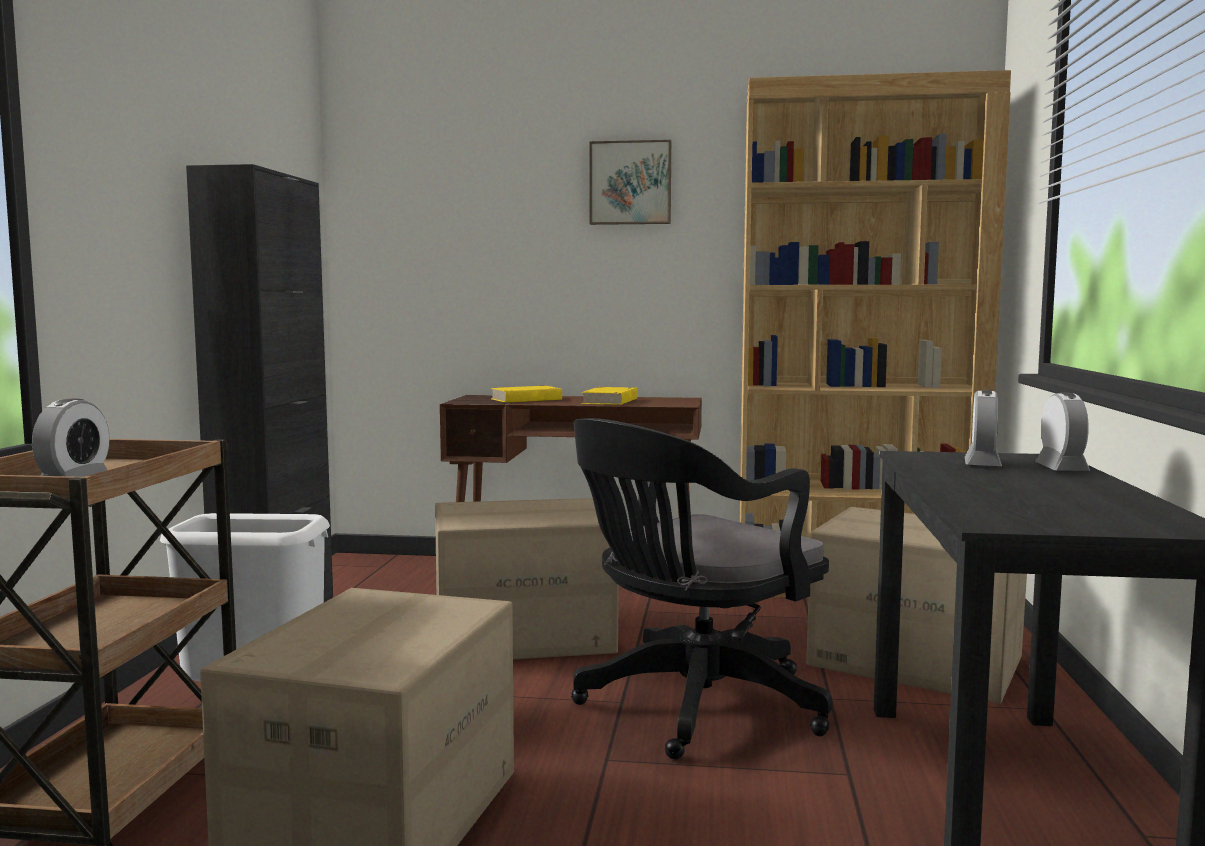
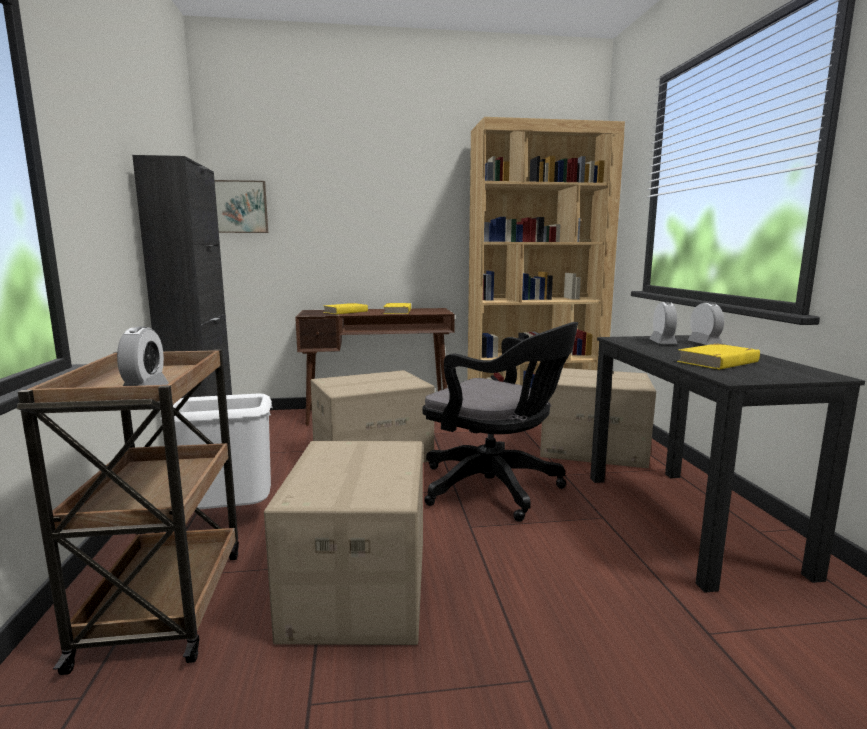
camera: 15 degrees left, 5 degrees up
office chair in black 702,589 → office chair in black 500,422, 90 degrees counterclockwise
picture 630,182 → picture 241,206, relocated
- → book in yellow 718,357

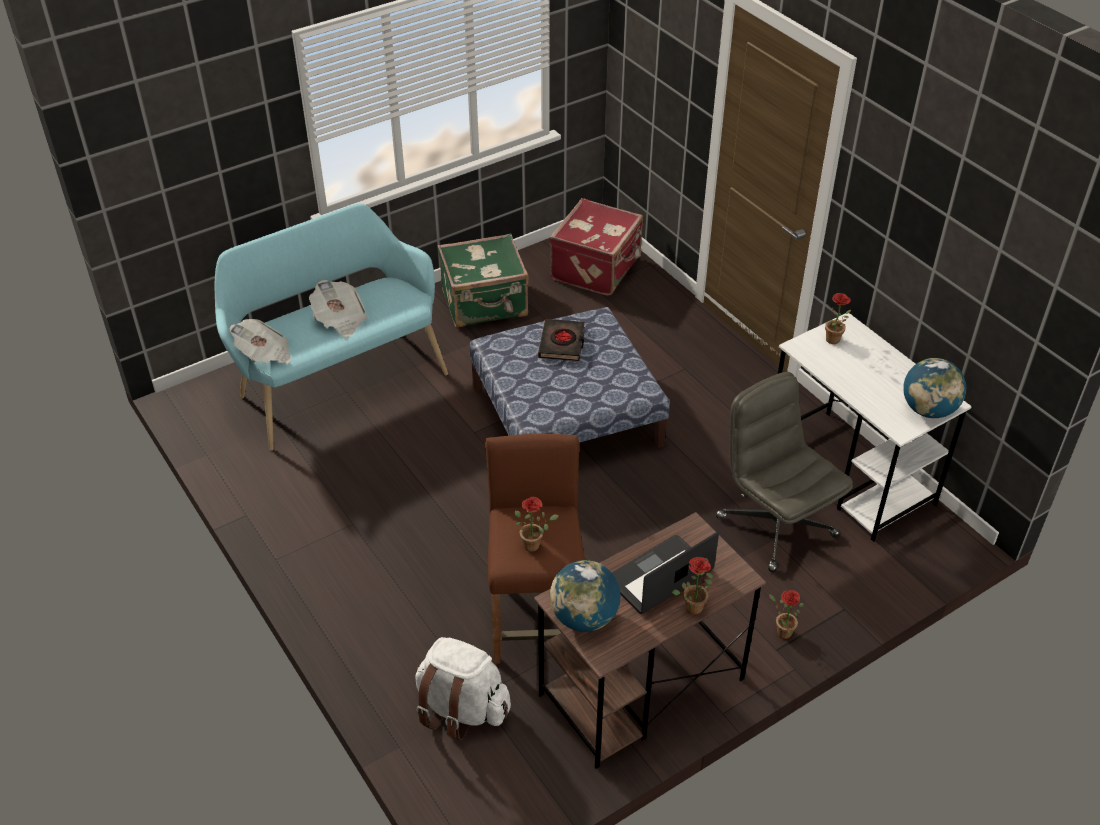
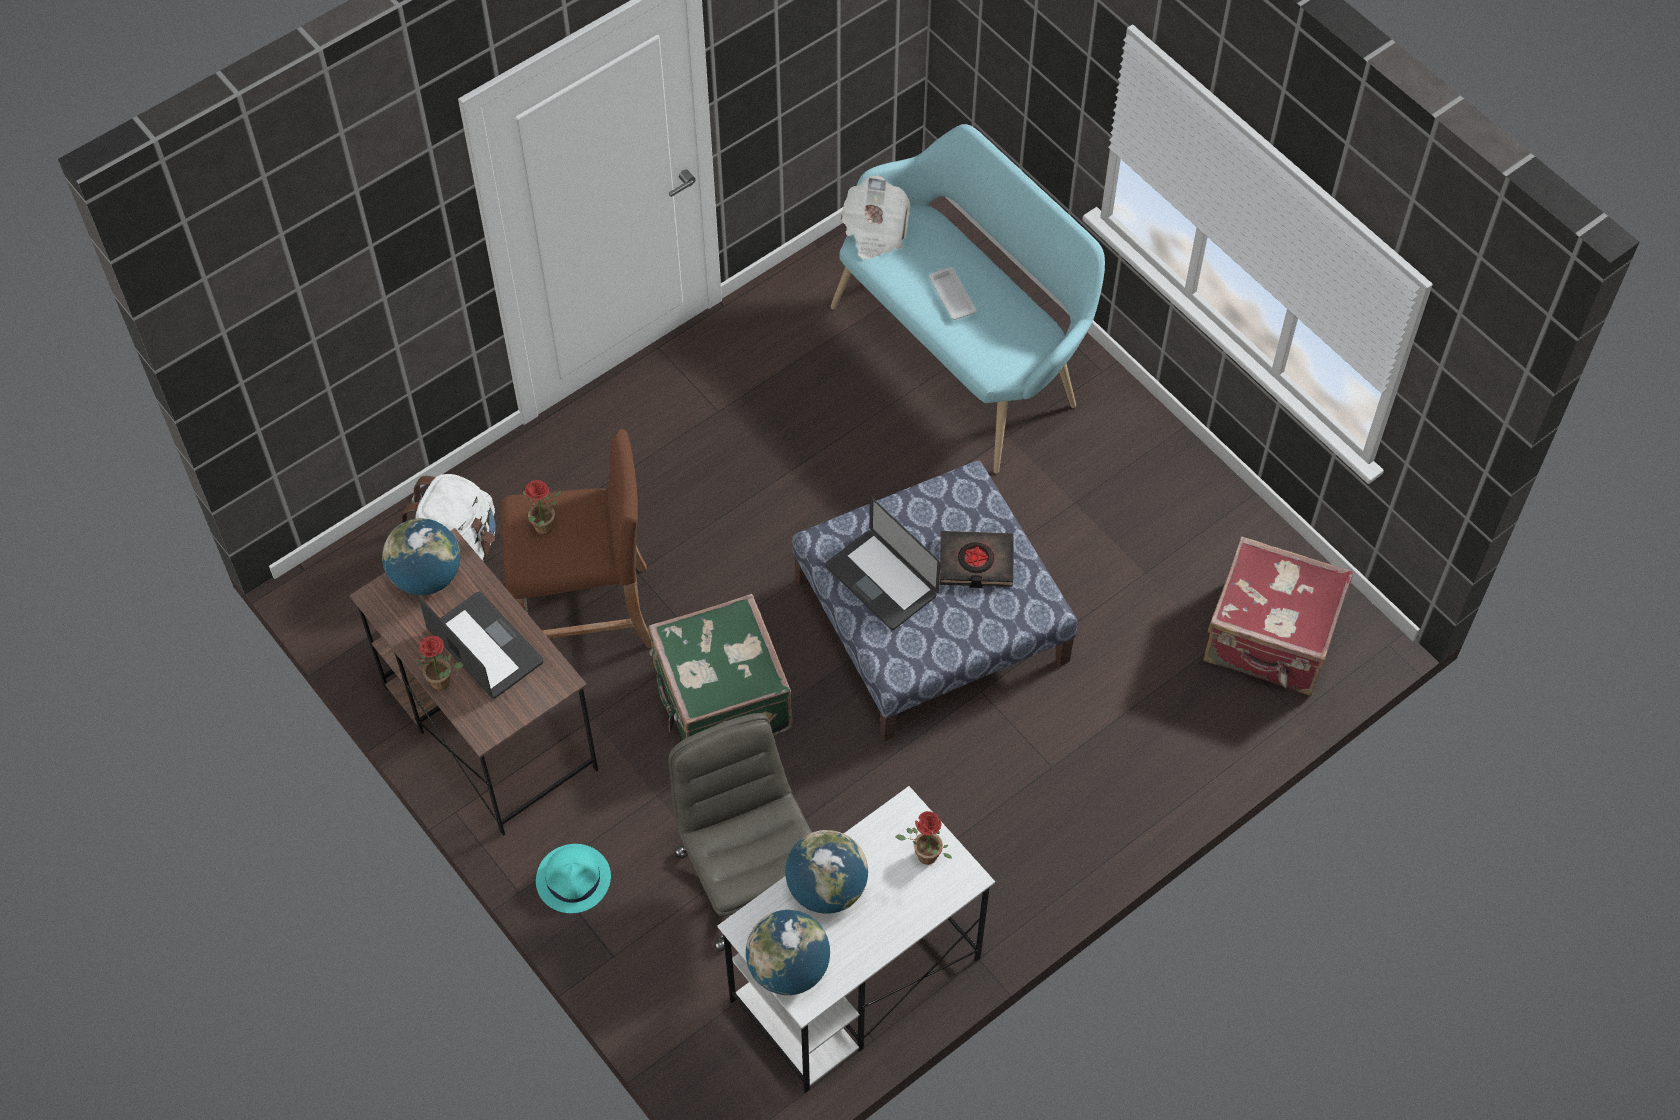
camera: 85 degrees right, 15 degrees up
newspaper 338,308 → tray in white 953,293
suitcase in green 483,280 → suitcase in green 720,667, relocated
office chair in grey 784,472 → office chair in grey 740,832, 75 degrees counterclockwise
potted plant 786,614 → hat in turquoise 573,878
- → globe 826,872
- → laptop 883,563

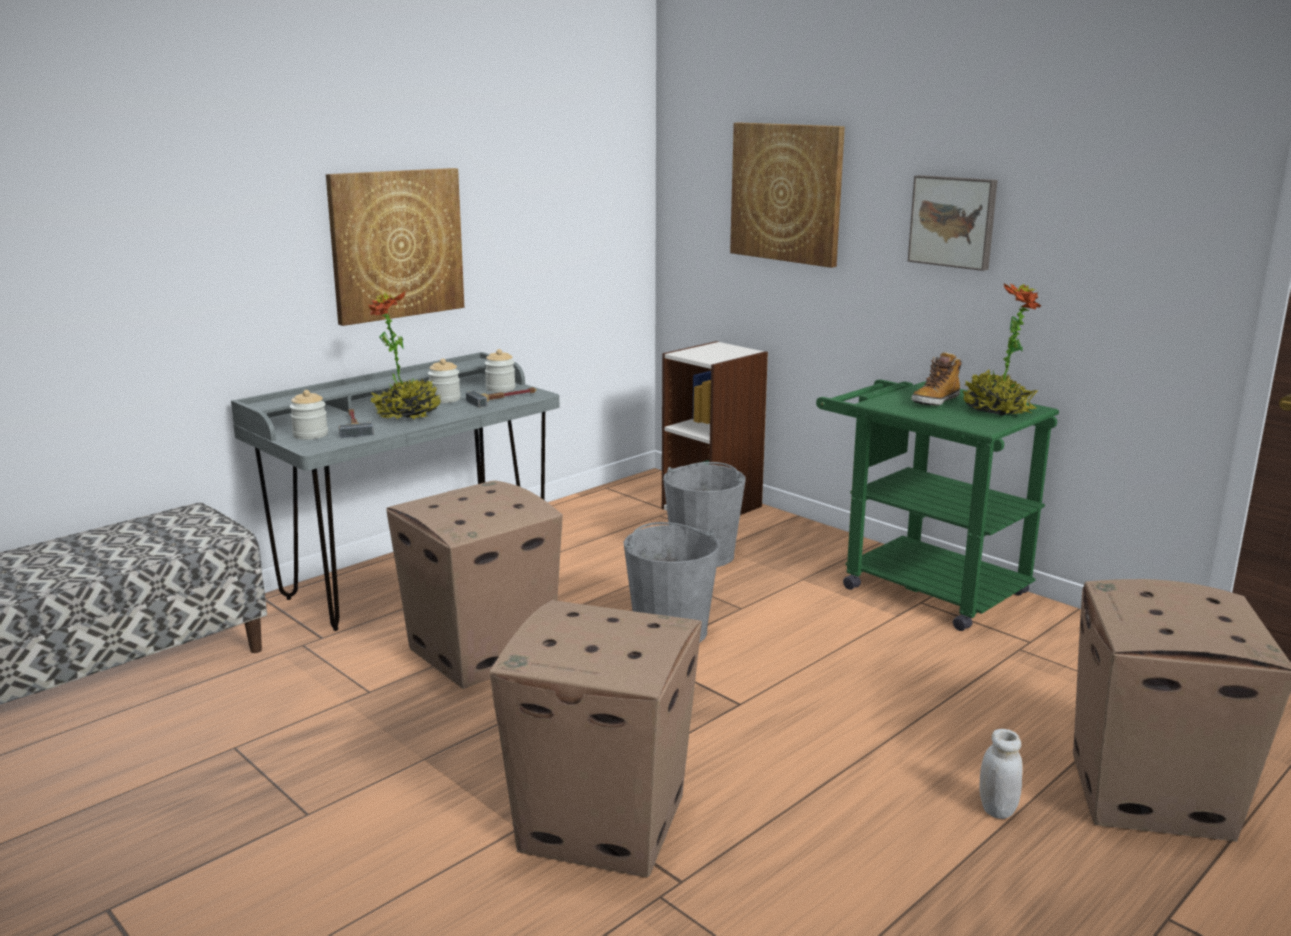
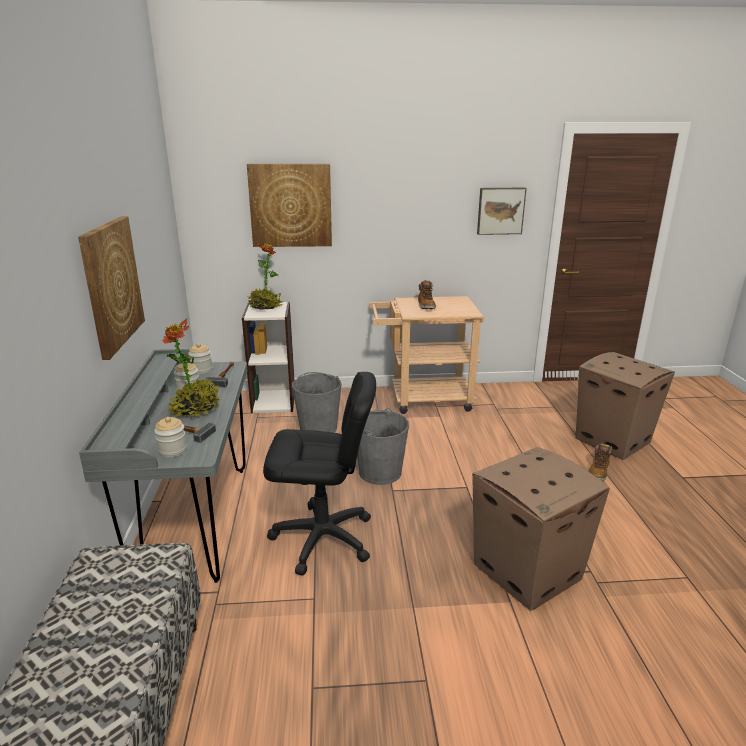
camera: 50 degrees left, 5 degrees up
cardboard box 474,584 → office chair in black 319,473
cart in green 937,505 → cart in beige 426,355
picture 953,223 → picture 502,211, relocated
potted plant 1002,349 → potted plant 265,276, relocated
jar in white 1001,774 → boot 600,462

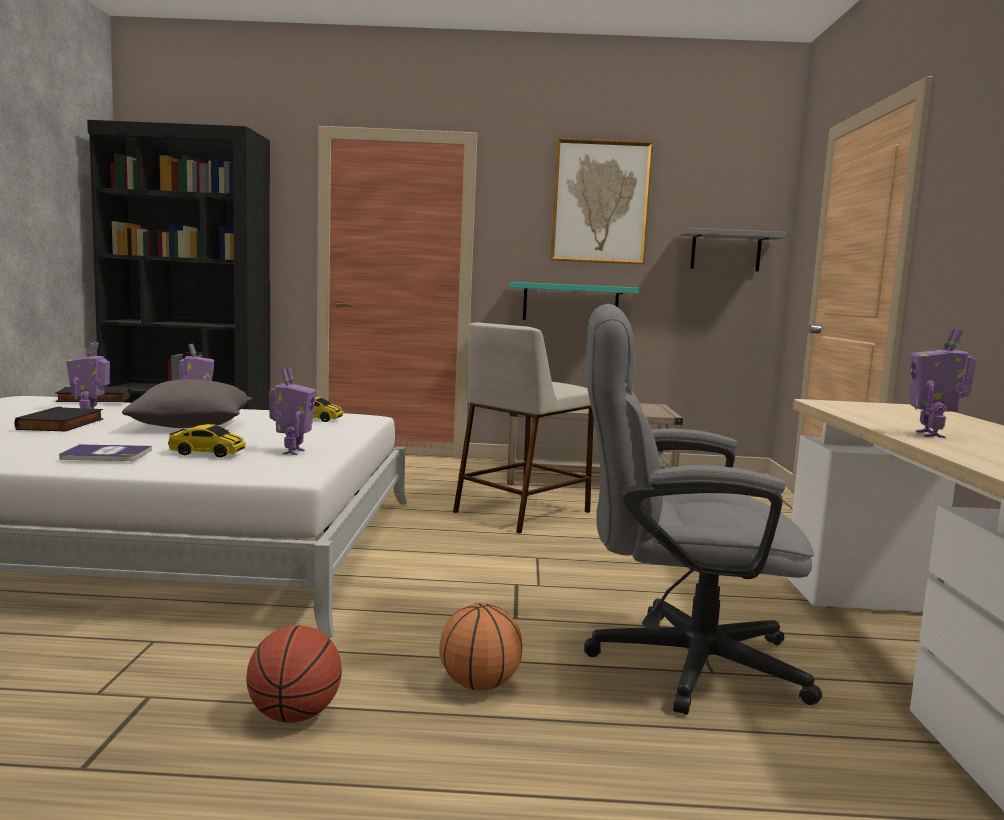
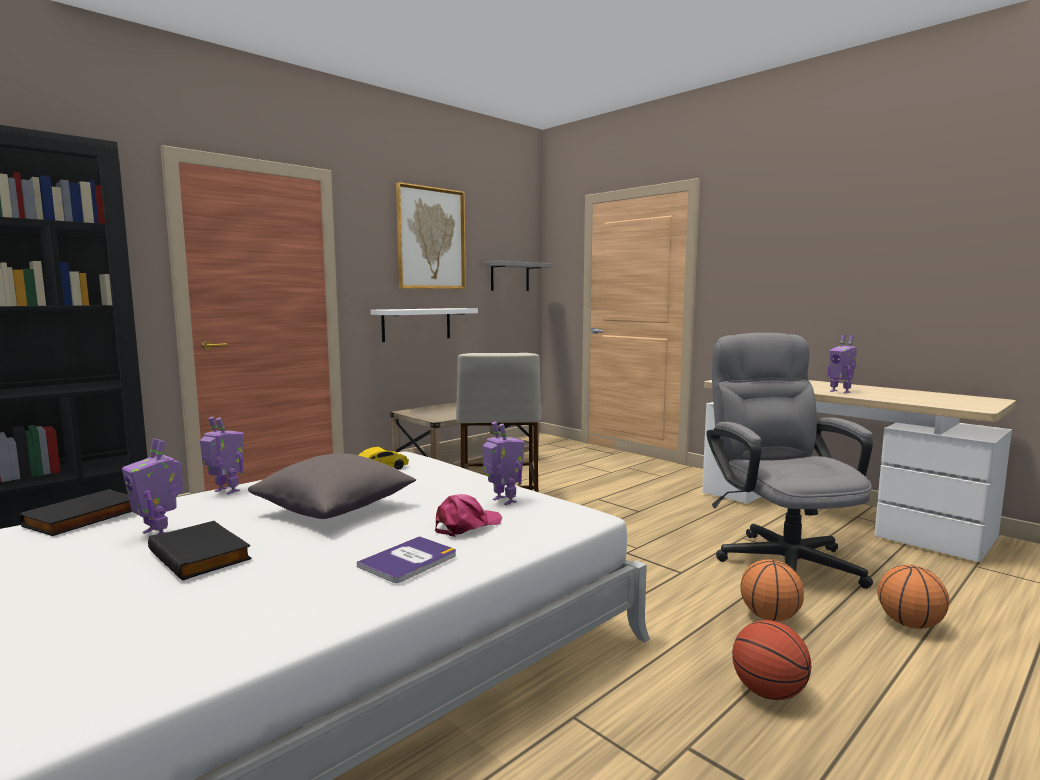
camera: 45 degrees left, 0 degrees up
toy car 207,441 → cap in pink 469,515
shelf in turquoise 574,301 → shelf in white 424,325
office chair in grey 703,509 → office chair in grey 789,461, 120 degrees clockwise
- → basketball 913,597

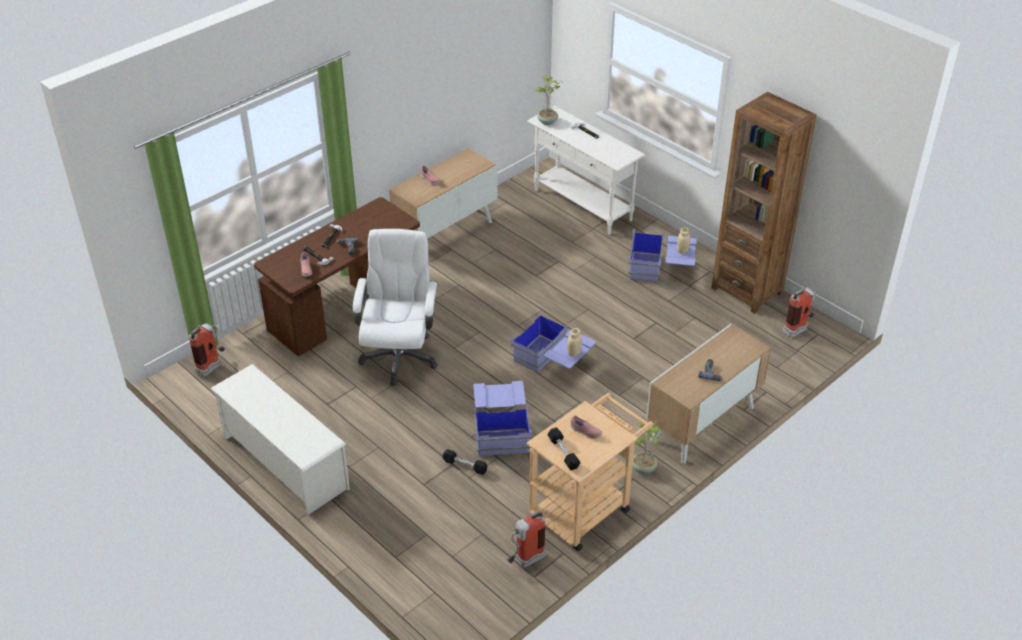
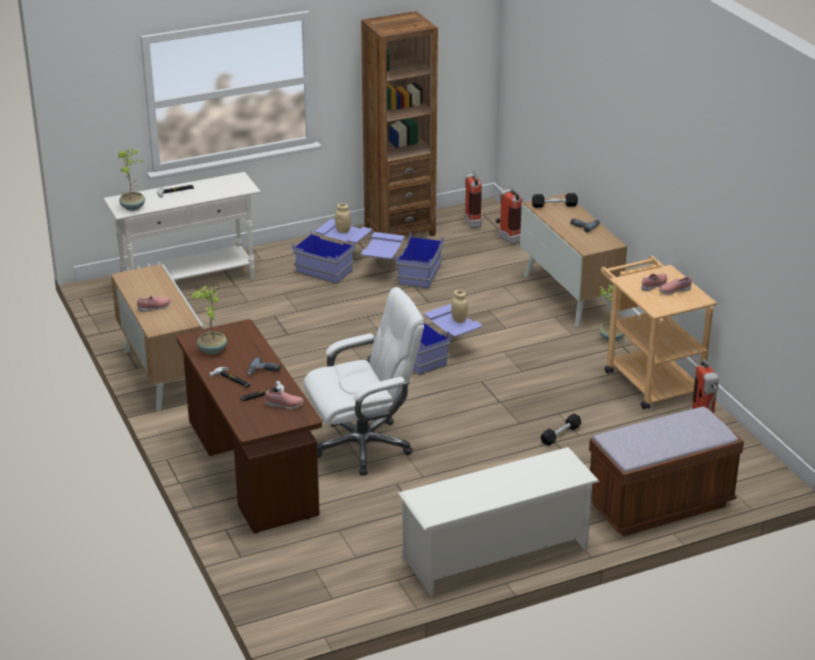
camera: 70 degrees left, 10 degrees down
fire extinguisher 207,350 → fire extinguisher 509,215, relocated
office chair in white 395,307 → office chair in white 363,381, 135 degrees clockwise
storage box in blue 502,418 → storage box in blue 402,260, relocated
dumbbell in black 564,449 → dumbbell in black 555,200, relocated
- → potted plant 208,320
- → bench in brown 666,472
- → shoe in pink 675,285

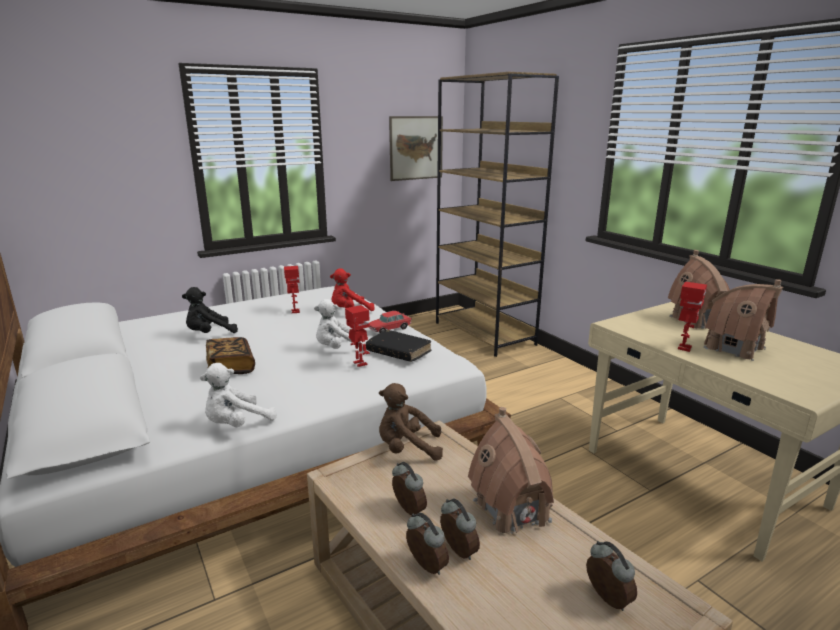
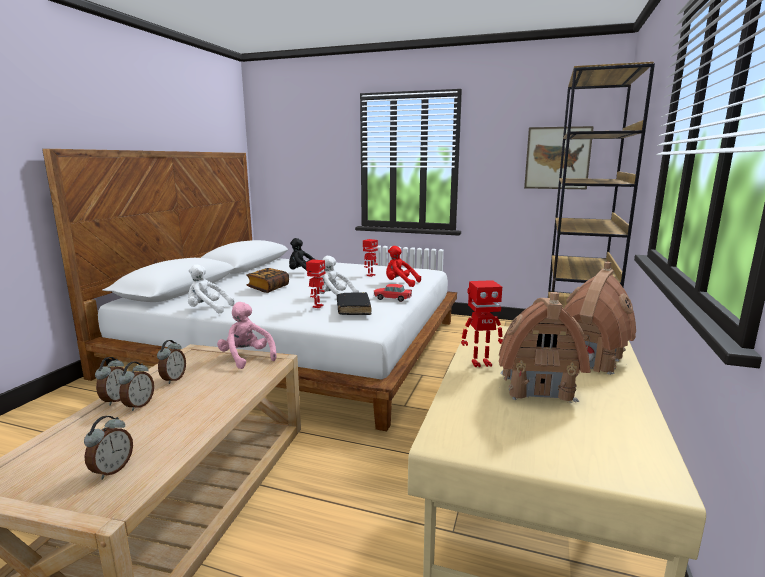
camera: 50 degrees right, 5 degrees down
plush toy in brown 411,422 → plush toy in pink 247,335
toy house 511,470 → -

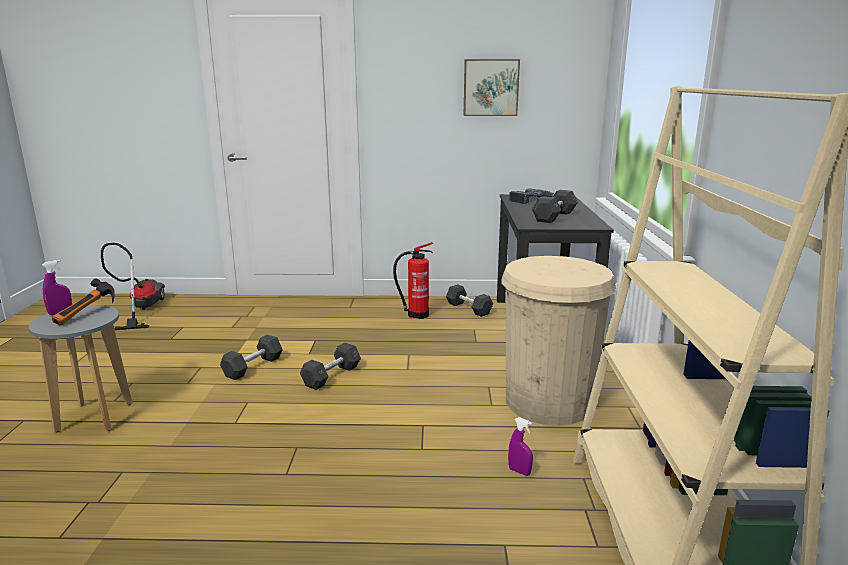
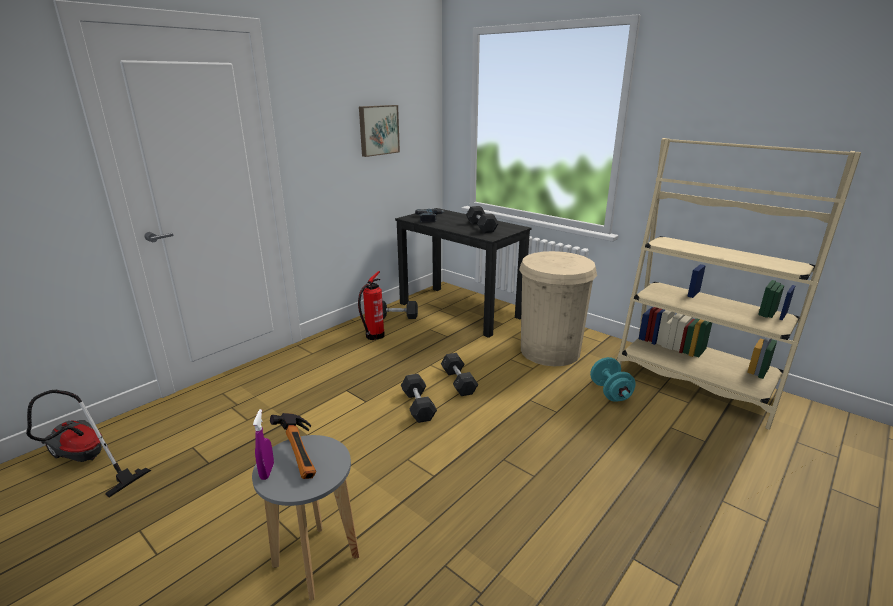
camera: 50 degrees left, 5 degrees up
dumbbell in grey 251,357 → dumbbell in grey 459,374, relocated
spray bottle in purple 520,446 → dumbbell in turquoise 613,379

